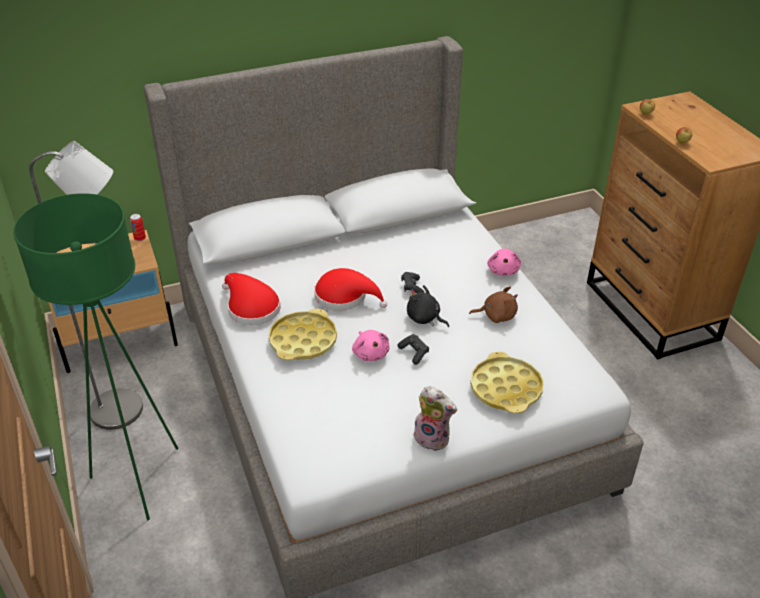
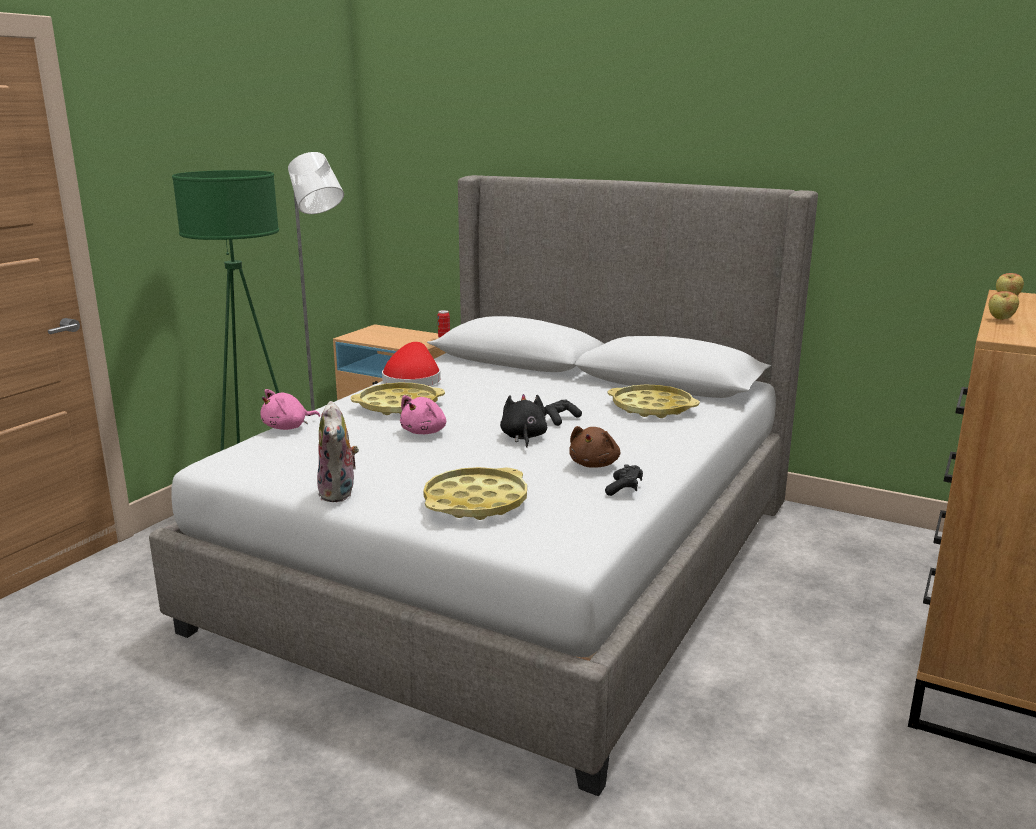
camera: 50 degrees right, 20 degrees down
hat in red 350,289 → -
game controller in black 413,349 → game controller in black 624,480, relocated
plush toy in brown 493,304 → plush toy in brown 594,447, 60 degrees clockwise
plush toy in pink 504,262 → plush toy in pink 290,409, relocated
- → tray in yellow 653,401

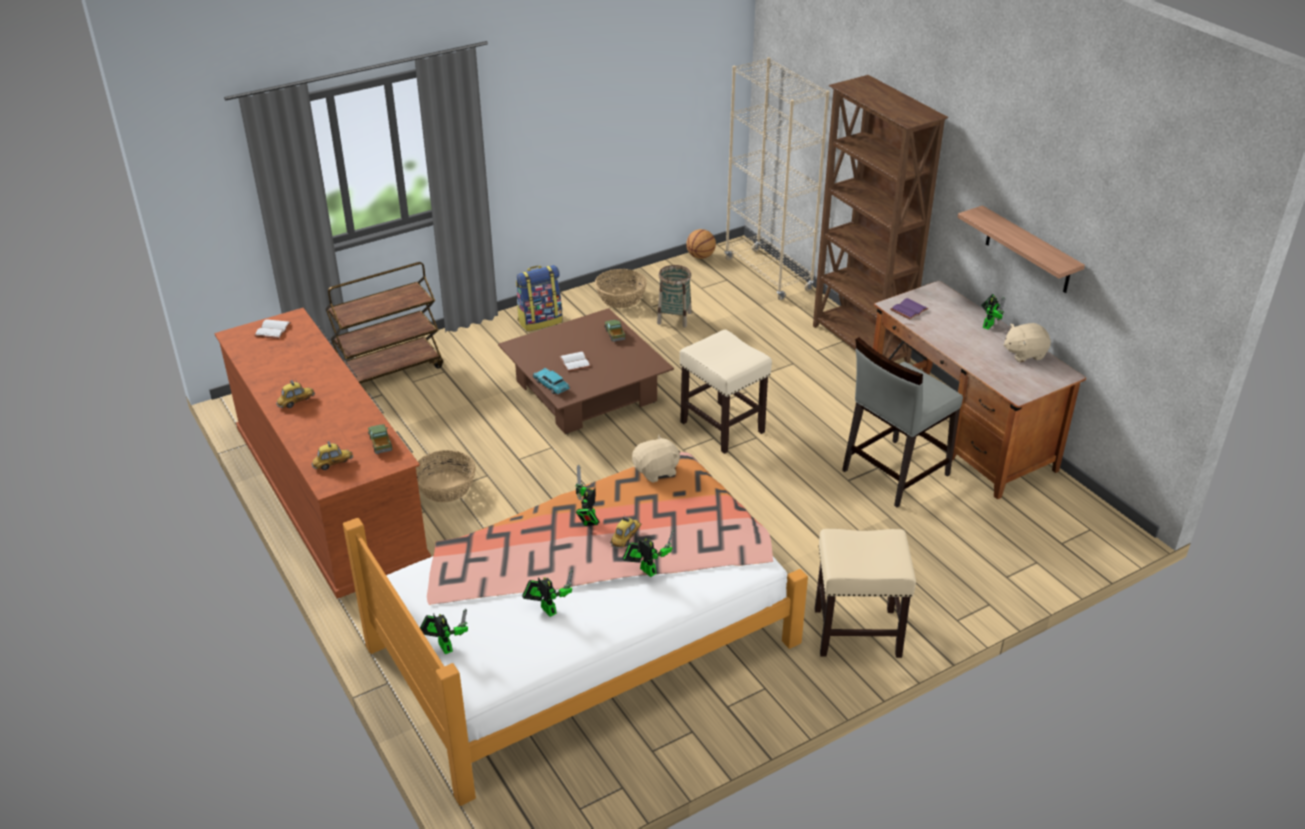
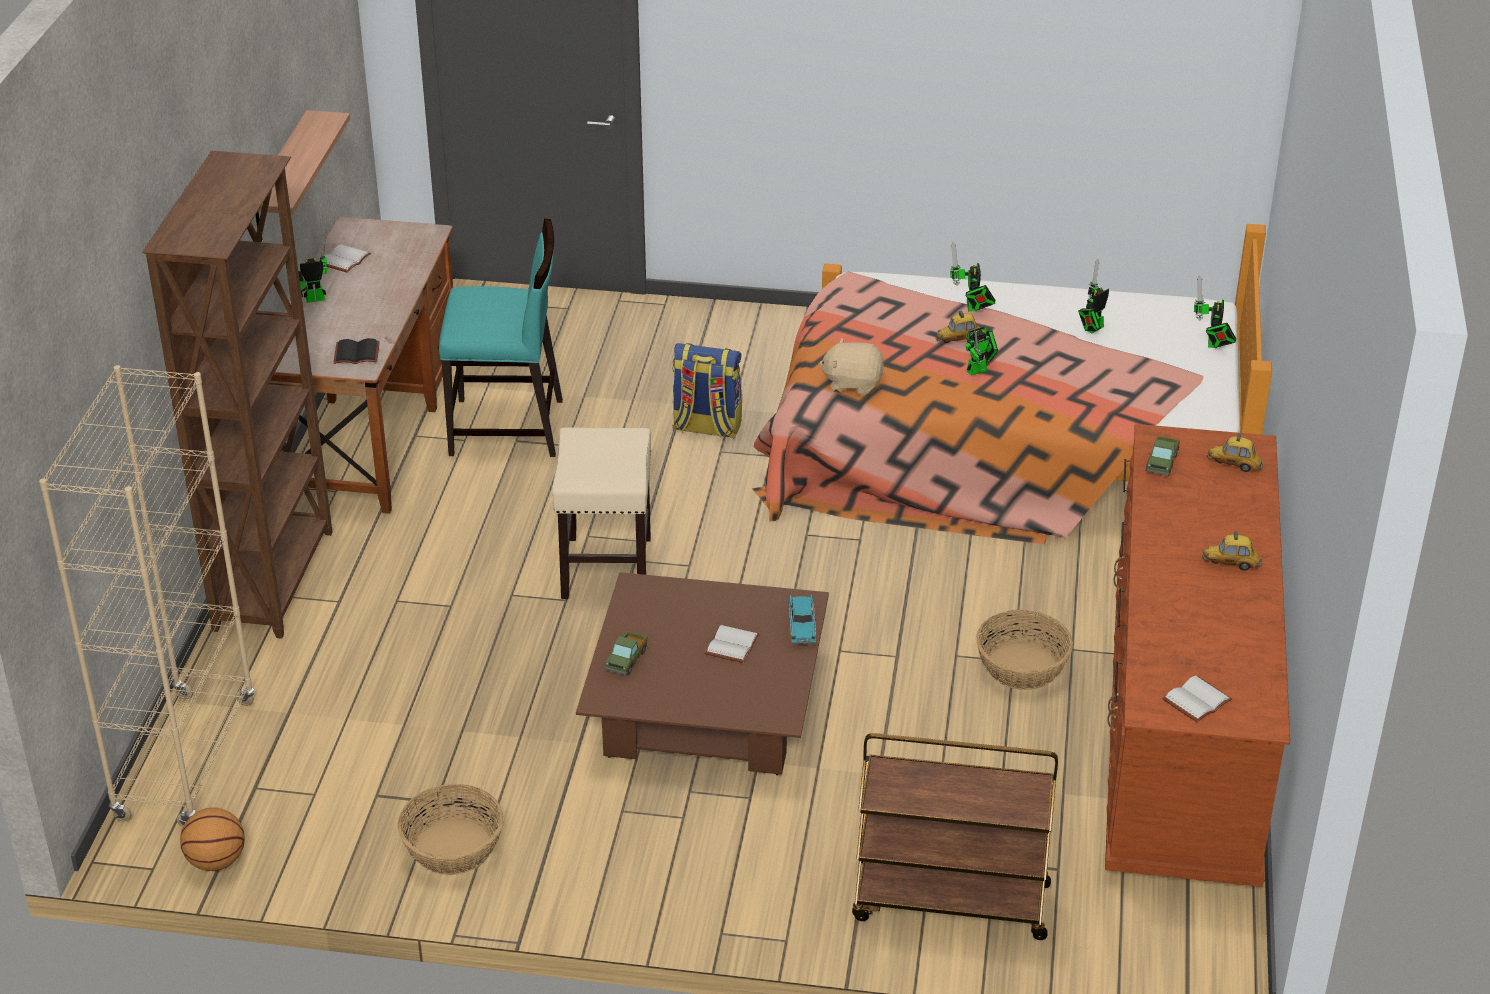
camera: 140 degrees left, 0 degrees up
backpack 539,298 → backpack 707,391, relocated
toy robot 547,593 → toy robot 1093,296, 45 degrees clockwise
basket 674,296 → -
stool in beige 865,593 → -
chair in grey 902,422 → chair in turquoise 501,337
book in purple 909,309 → book in black 357,351
plush toy in beige 1027,342 → book in white 348,258

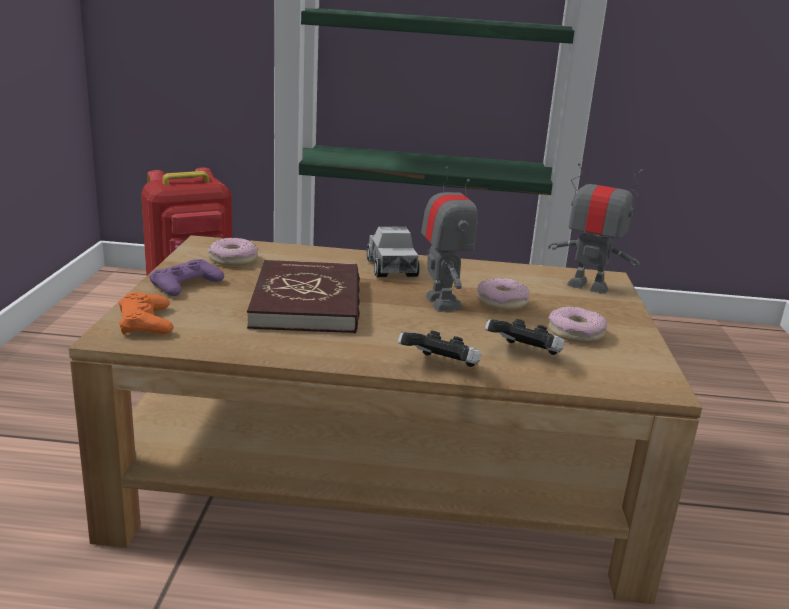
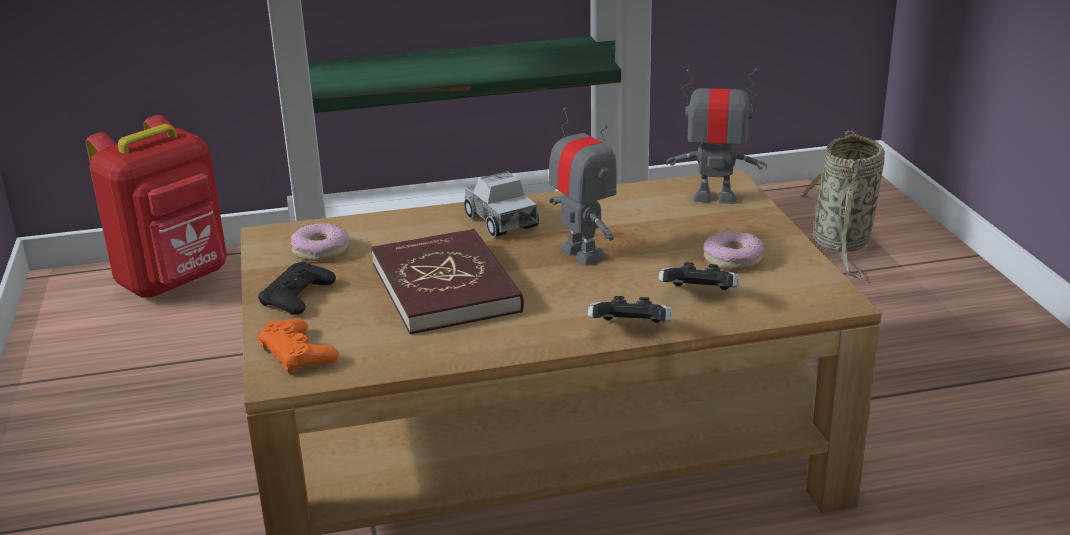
camera: 15 degrees left, 5 degrees up
game controller in purple 186,277 → game controller in black 297,288
donut 503,294 → -
- → basket 841,205

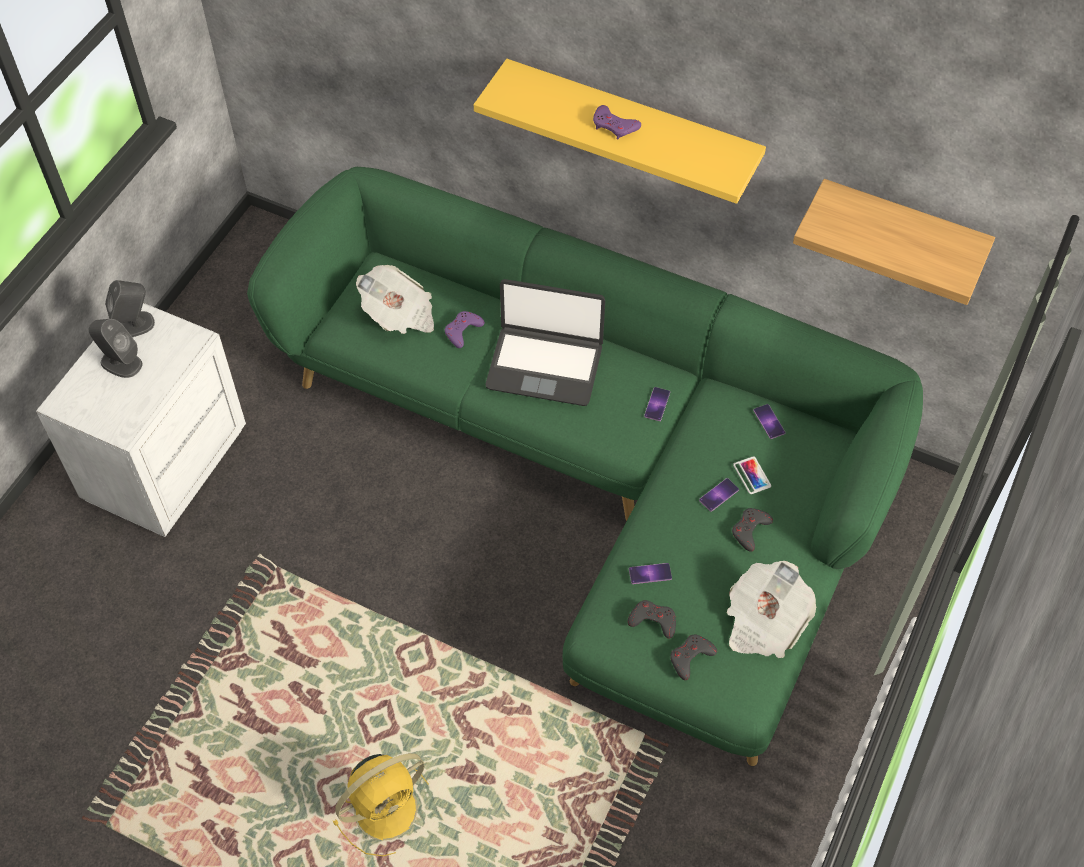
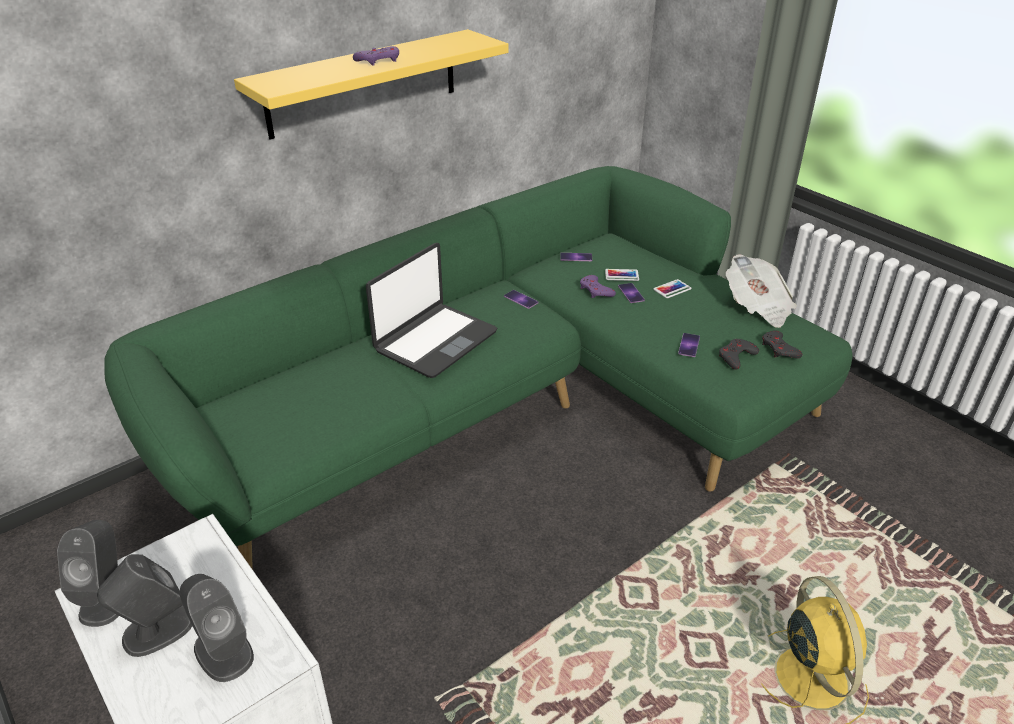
camera: 65 degrees left, 20 degrees down
newspaper 395,299 → -
game controller in purple 465,329 → game controller in purple 598,286, relocated
game controller in grey 752,530 → phone 672,288
shelf 894,242 → -
- → speaker in grey 217,628

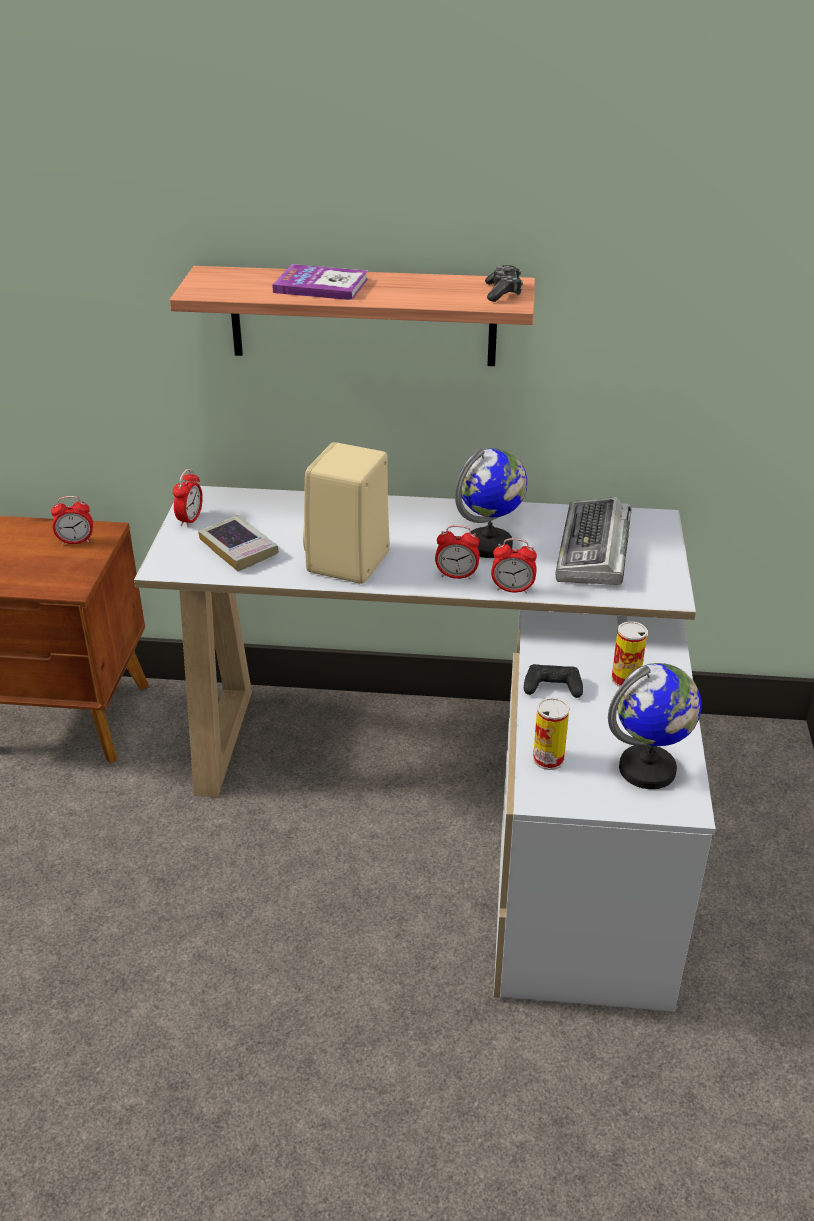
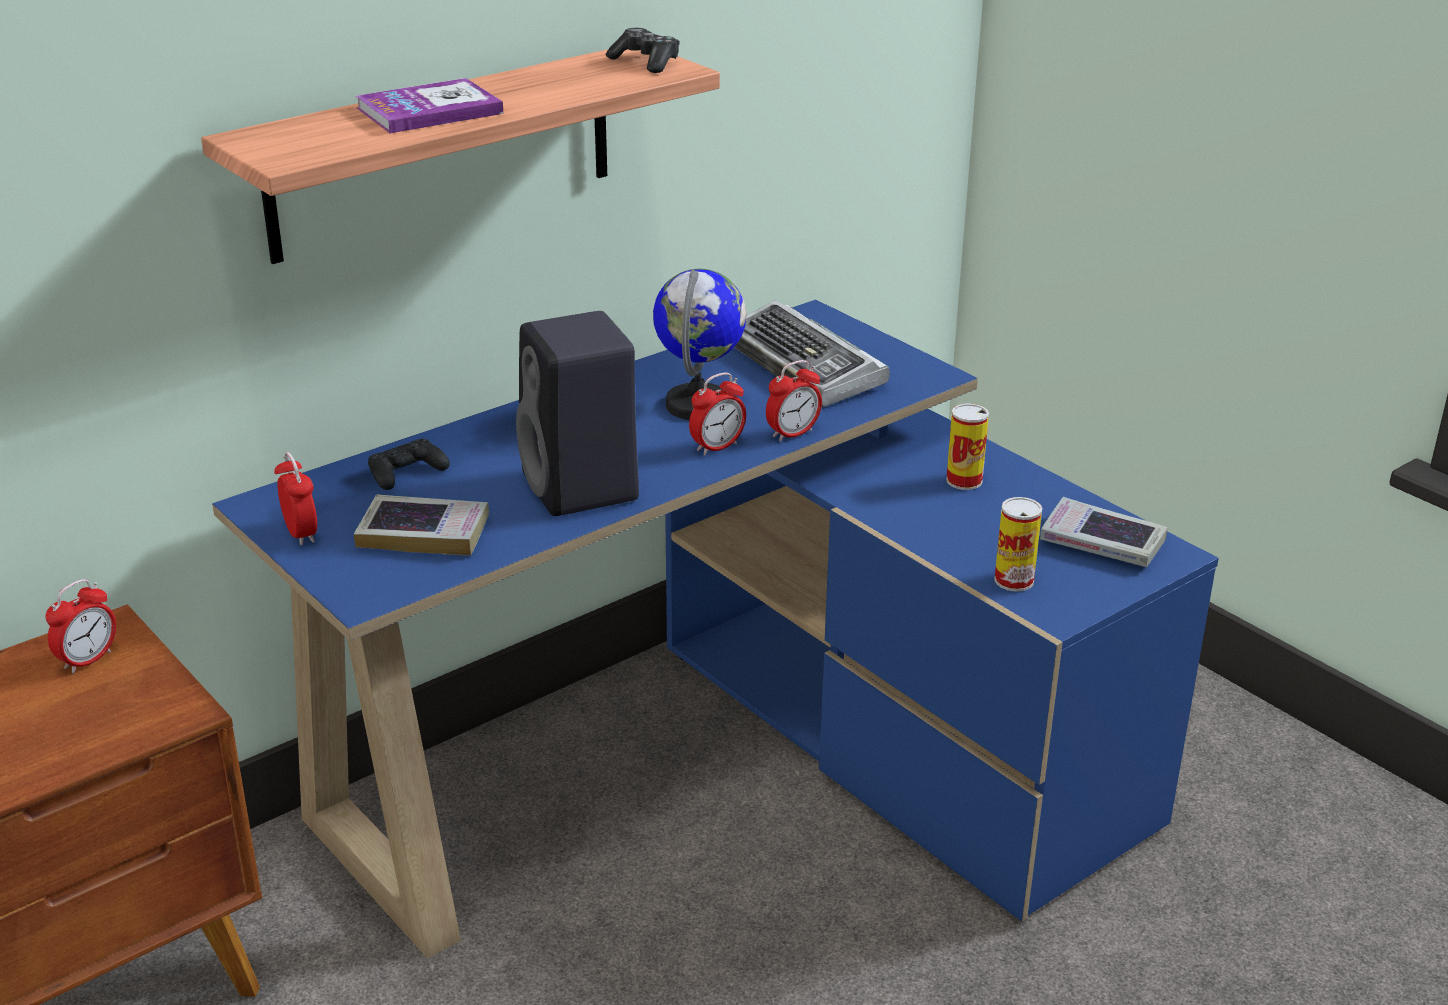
camera: 45 degrees left, 5 degrees down
desk in white 425,749 → desk in blue 715,629
speaker in beige 346,513 → speaker in black 577,413
game controller in black 553,681 → game controller in black 409,464, relocated
globe 654,726 → book 1104,532

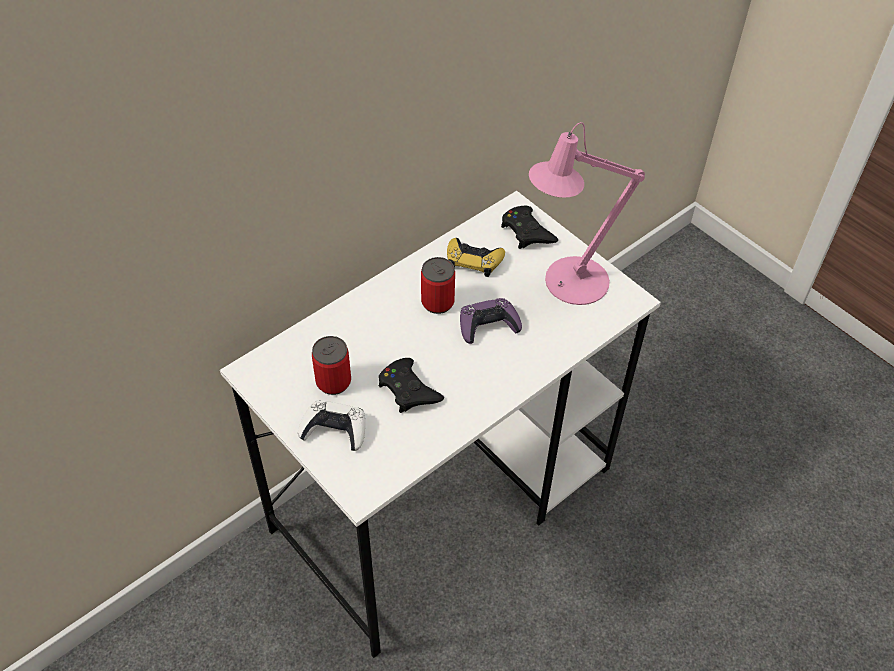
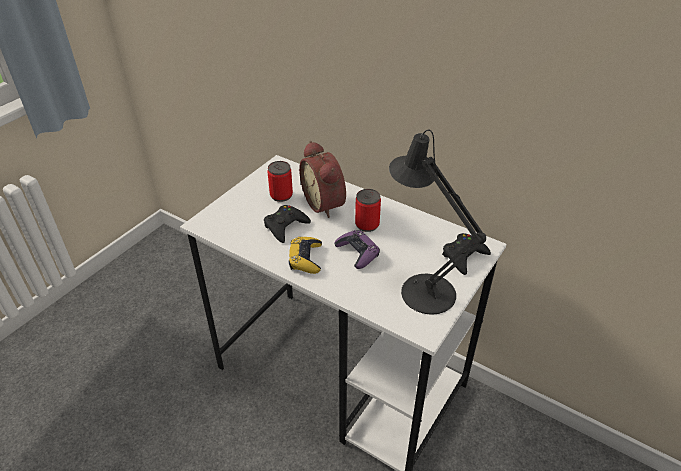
camera: 75 degrees right, 10 degrees down
game controller in white 331,425 → -
game controller in yellow 476,257 → game controller in yellow 305,255, relocated
table lamp in pink 587,213 → table lamp in black 437,222
- → alarm clock 322,179

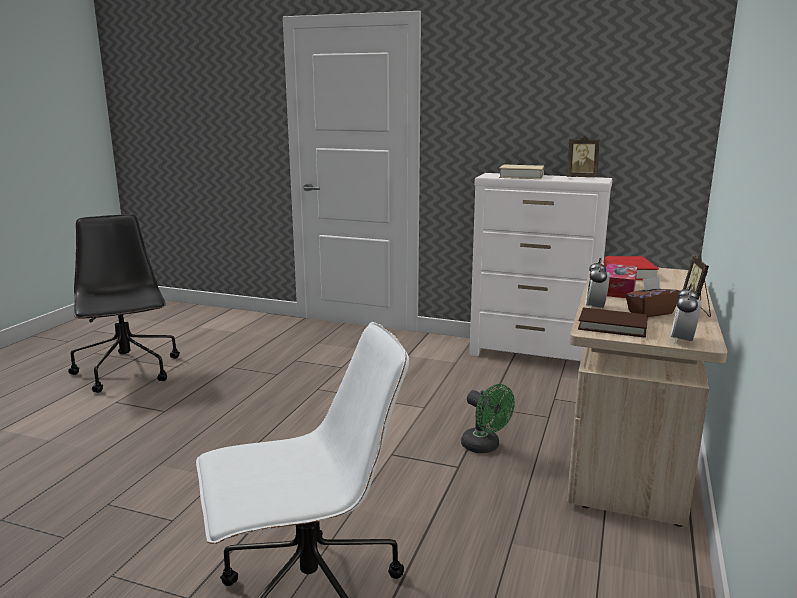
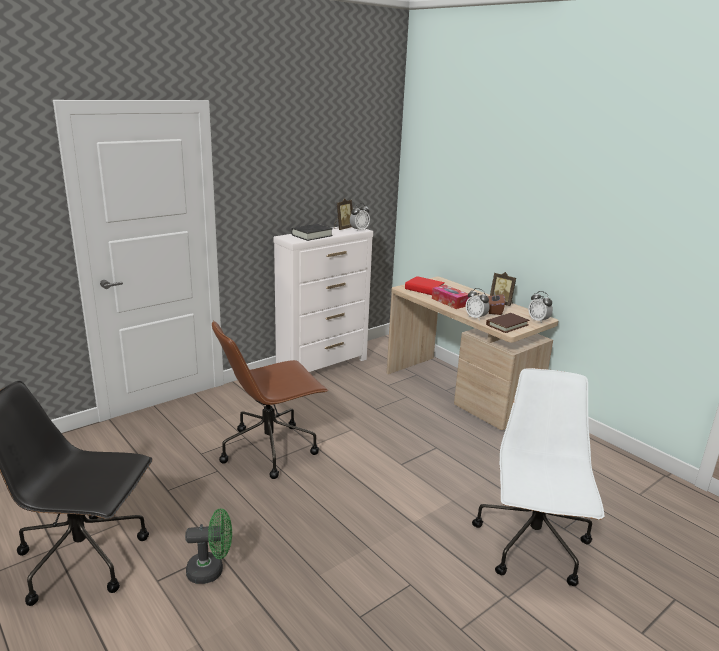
camera: 60 degrees left, 5 degrees up
fan in green 488,418 → fan in green 208,546, relocated
book in beige 521,171 → book in black 312,232
- → office chair in brown 270,399
- → alarm clock 360,217

